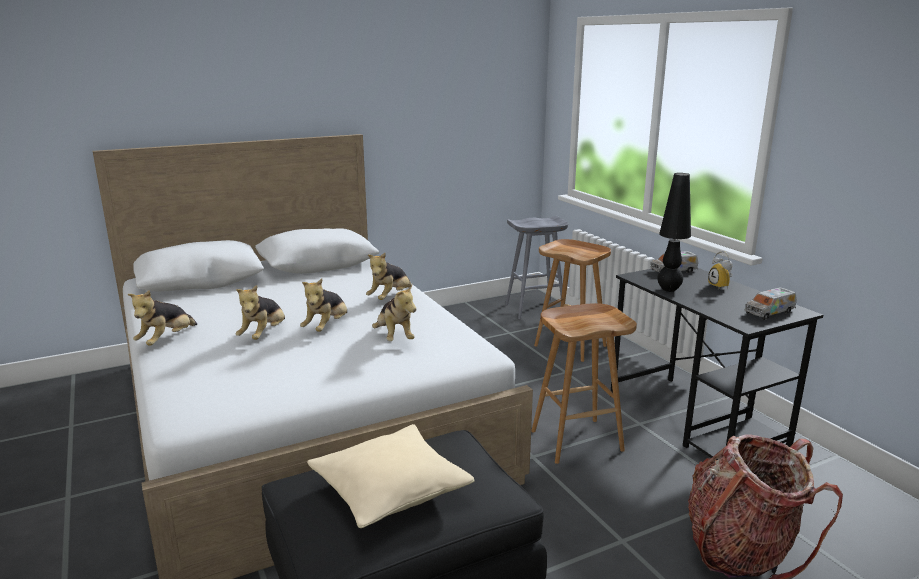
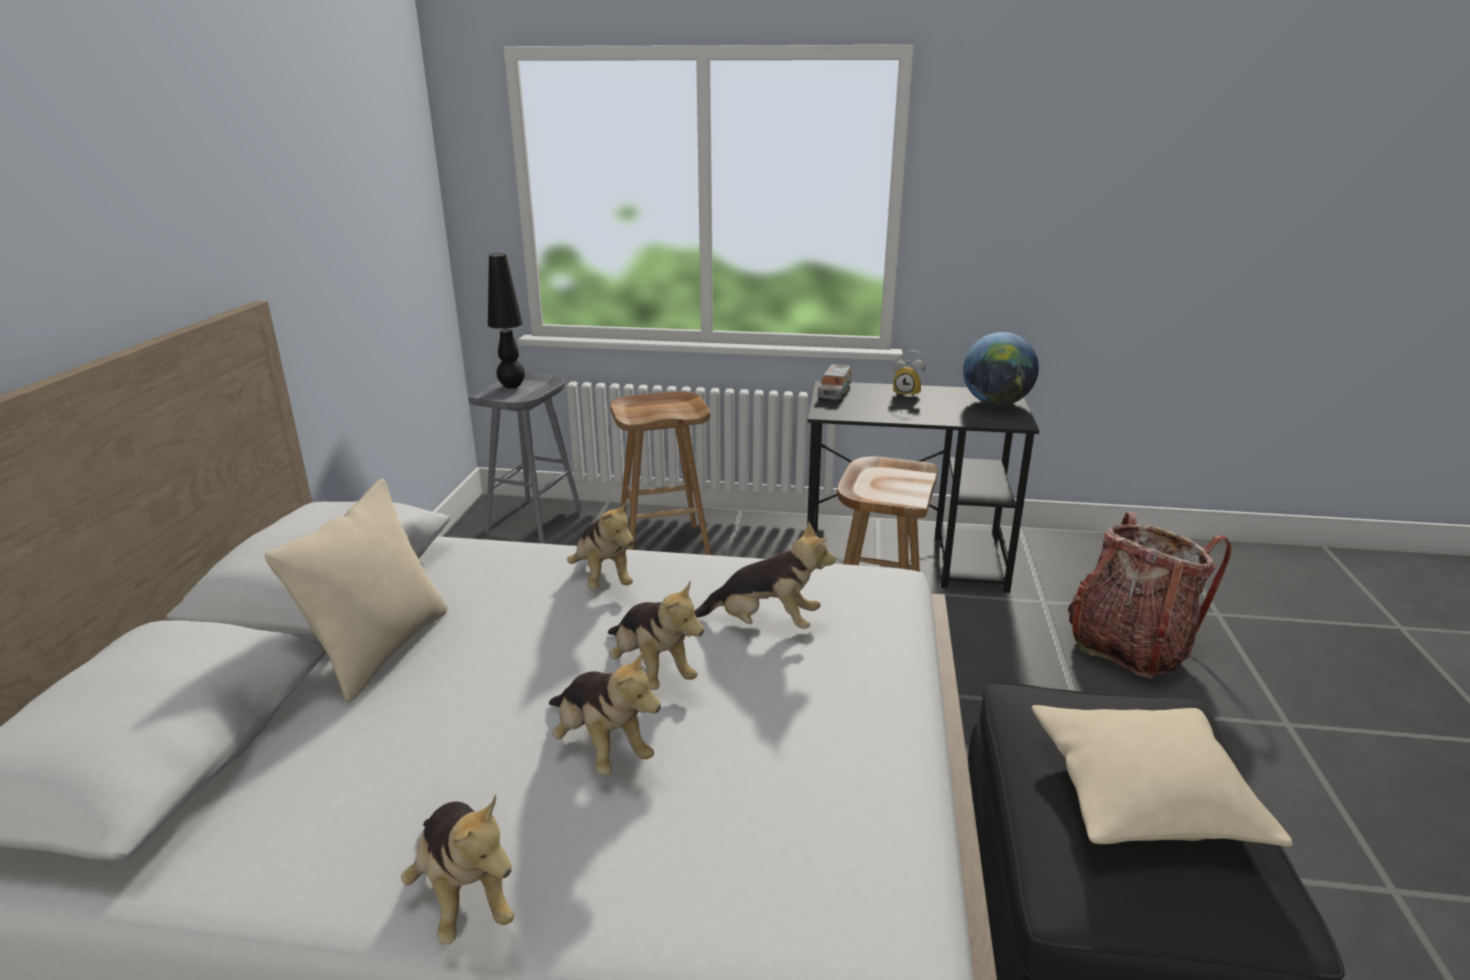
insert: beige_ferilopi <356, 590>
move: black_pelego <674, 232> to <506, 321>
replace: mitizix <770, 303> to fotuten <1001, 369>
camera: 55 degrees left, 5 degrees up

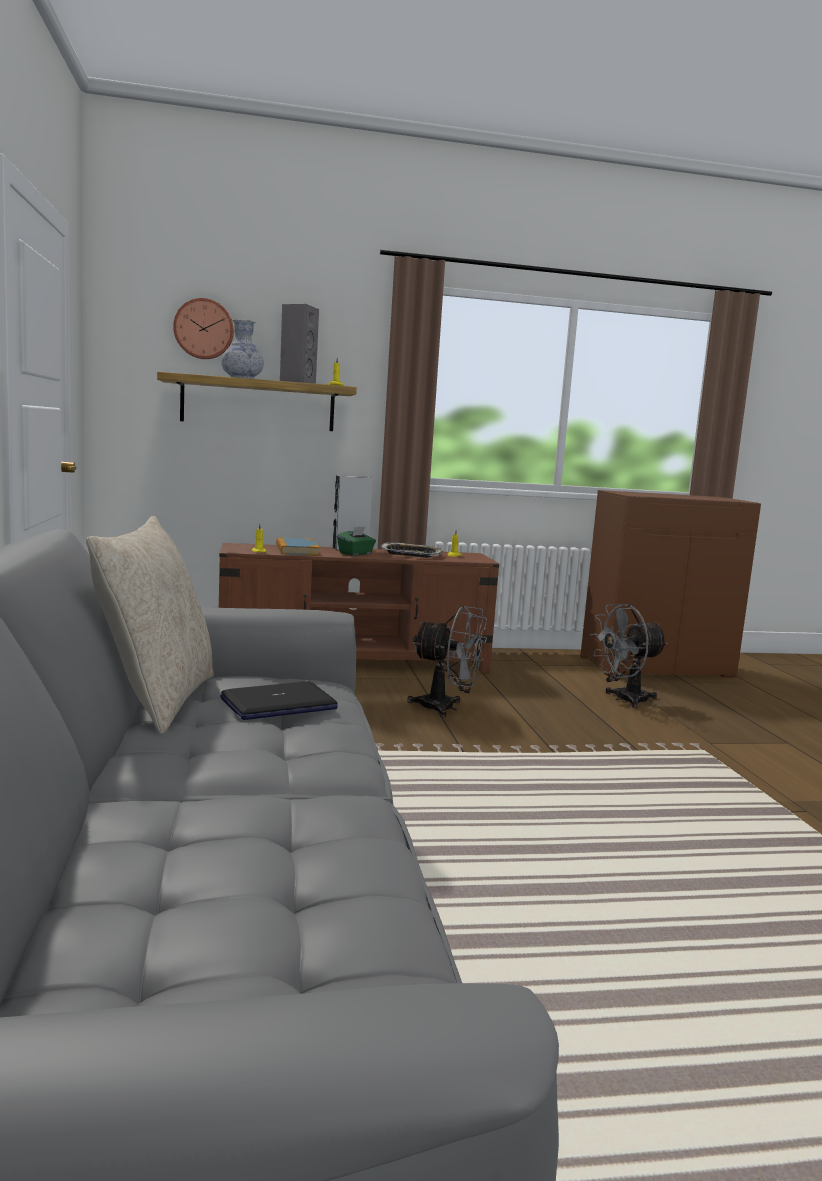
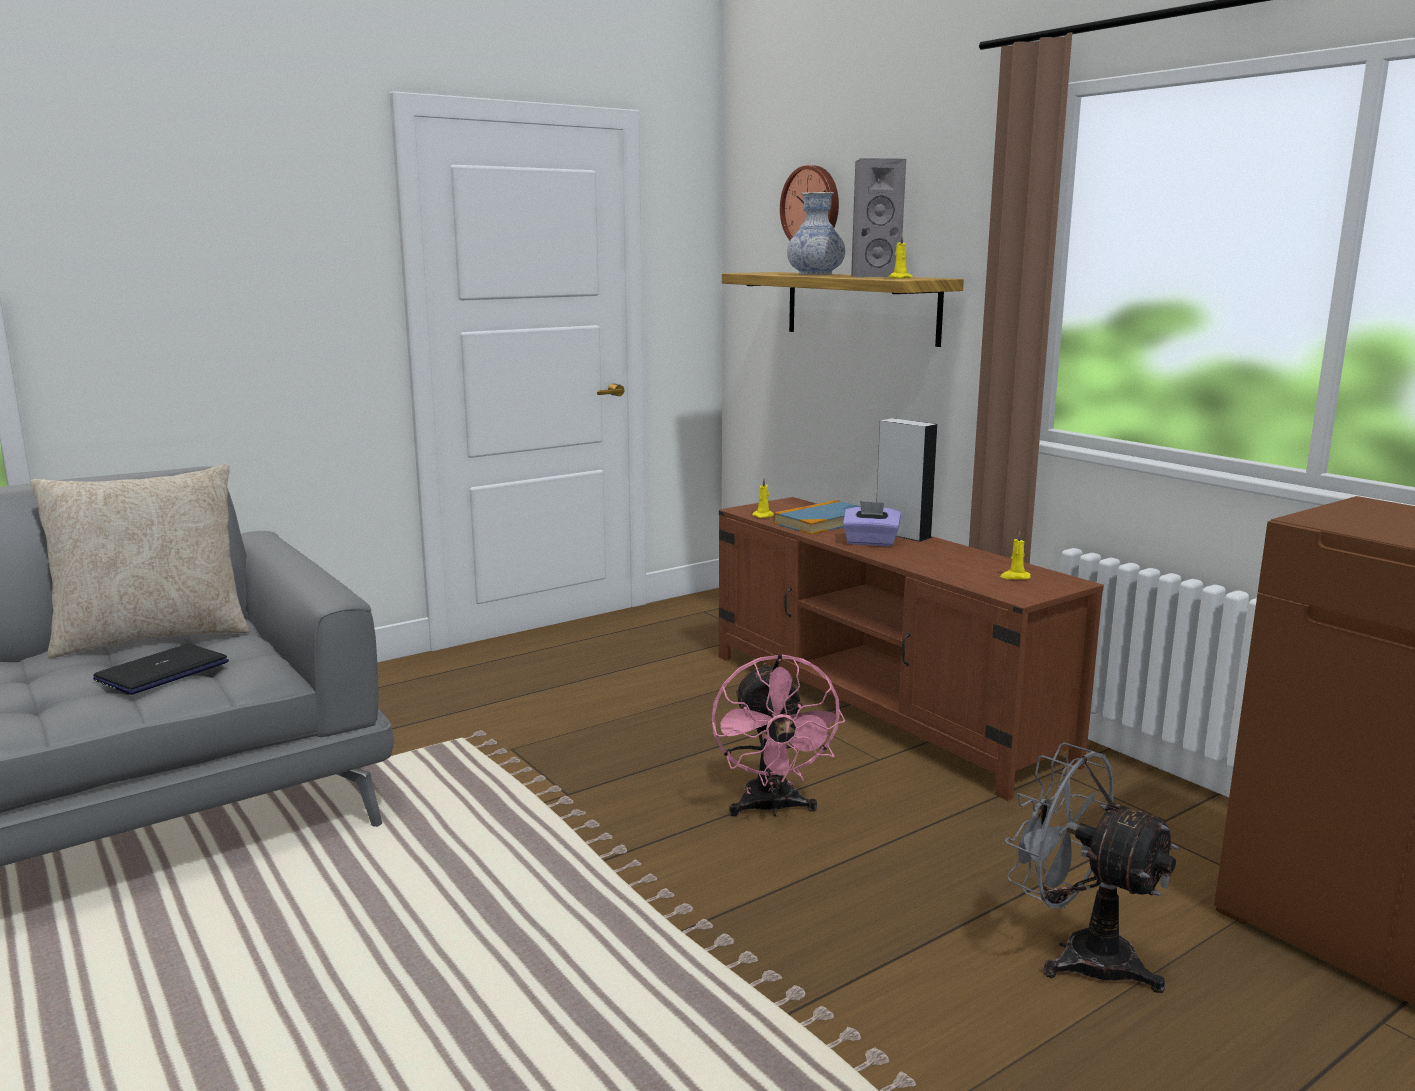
delete: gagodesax <412, 550>
recolor: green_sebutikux <356, 541> to purple_sebutikux <872, 523>; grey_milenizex <447, 662> to pink_milenizex <778, 735>
rotate: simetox <279, 700> = <161, 669> 90 degrees clockwise
camera: 65 degrees right, 5 degrees up

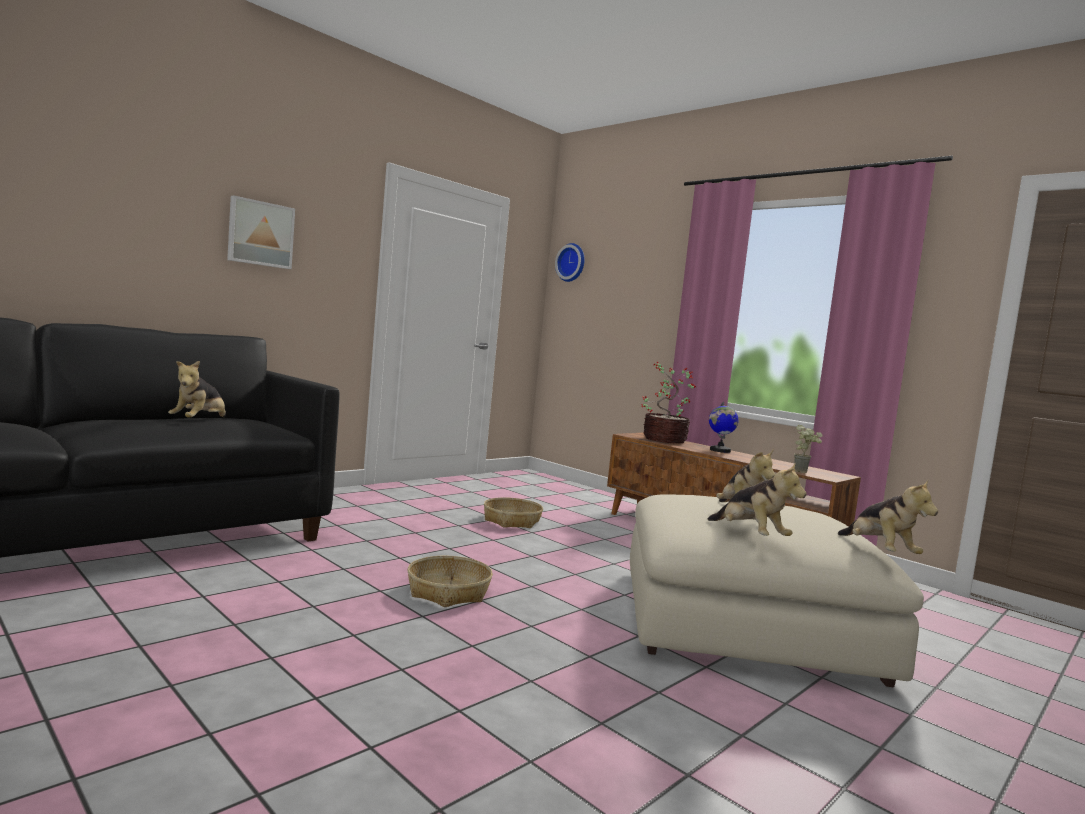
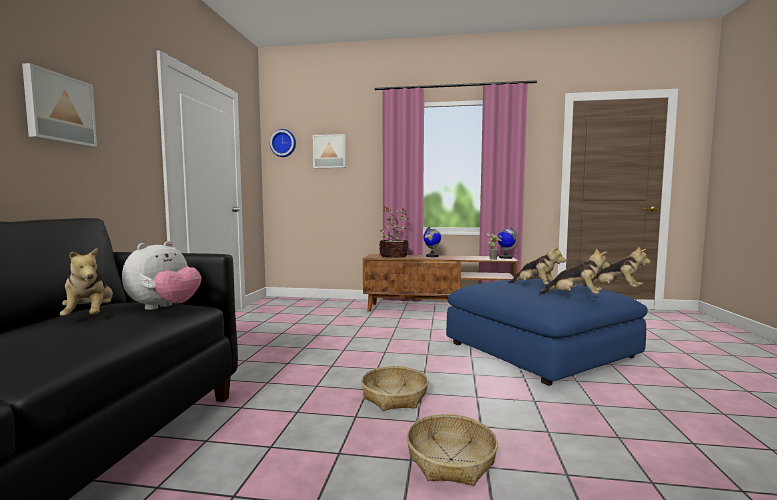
insert: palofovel <162, 275>; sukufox <329, 151>; fotuten <508, 243>
move: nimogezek <513, 512> to <452, 450>
recolor: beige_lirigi <777, 590> to blue_lirigi <546, 332>
camera: 35 degrees left, 0 degrees up

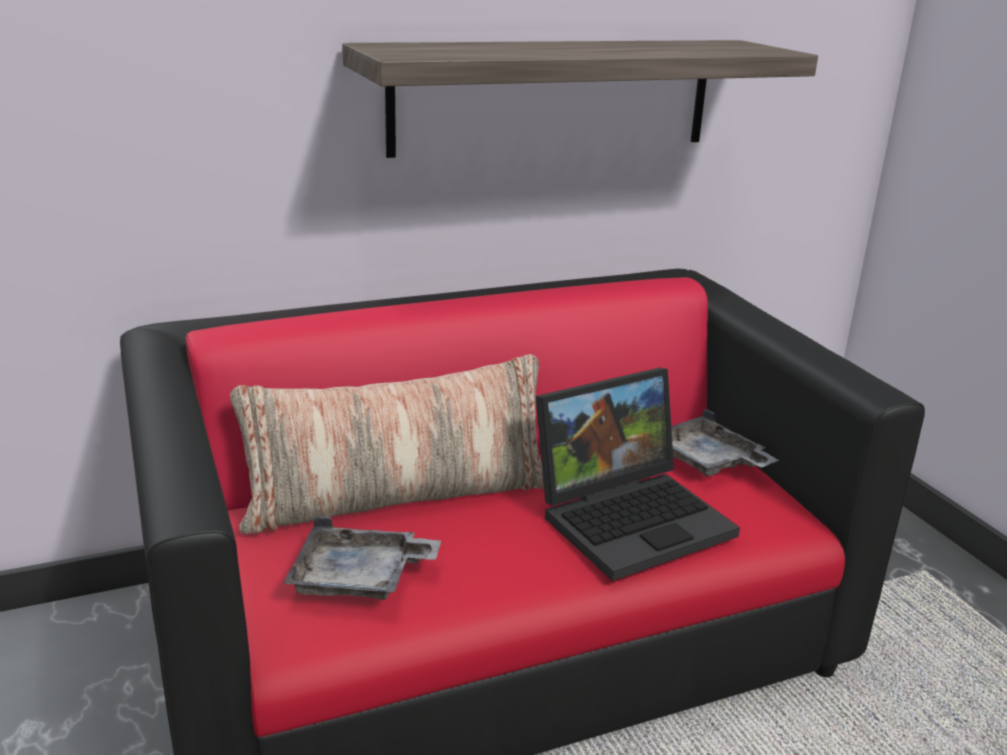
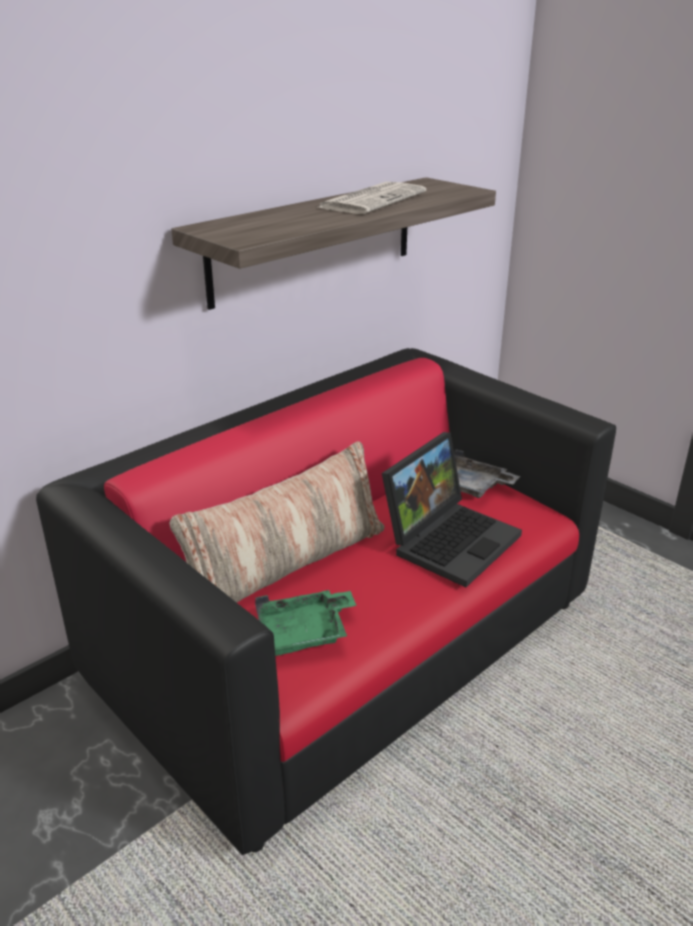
insert: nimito <372, 198>
recolor: grey_gagodesax <362, 558> to green_gagodesax <306, 623>
camera: 20 degrees left, 5 degrees up

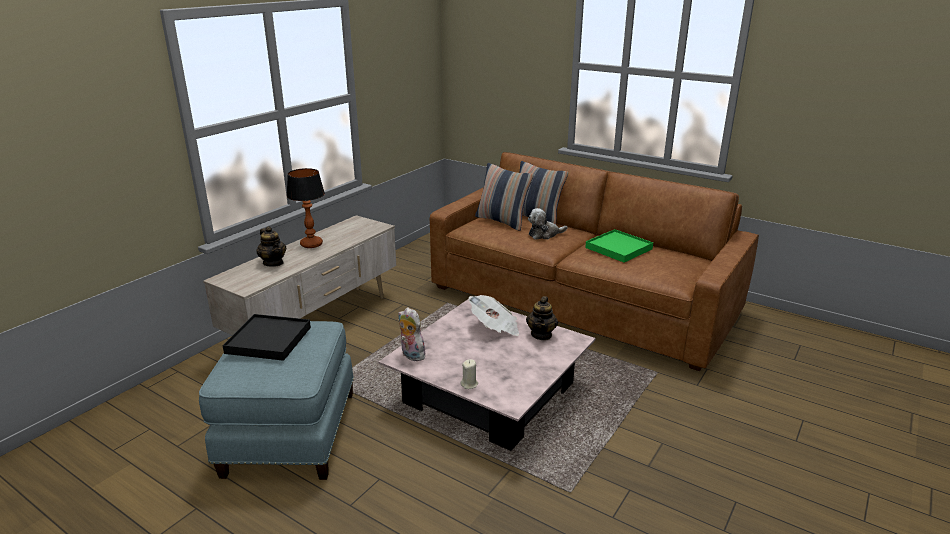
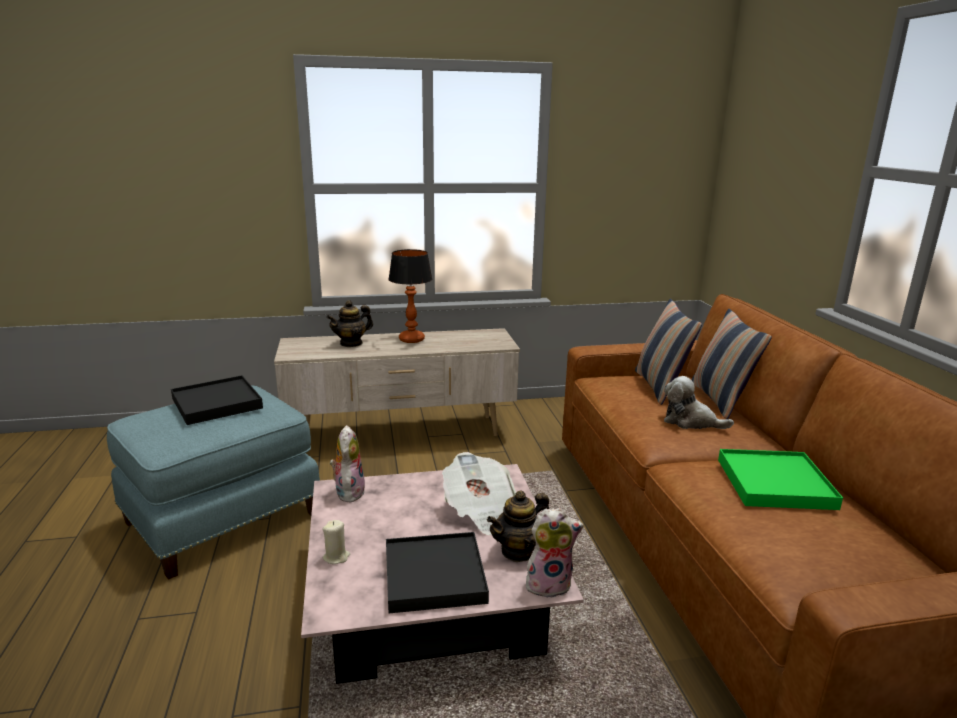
insert: black_gagodesax <437, 572>; palofovel <555, 553>
rotate: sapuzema <271, 246> = <349, 323> 45 degrees clockwise
camera: 45 degrees right, 5 degrees down

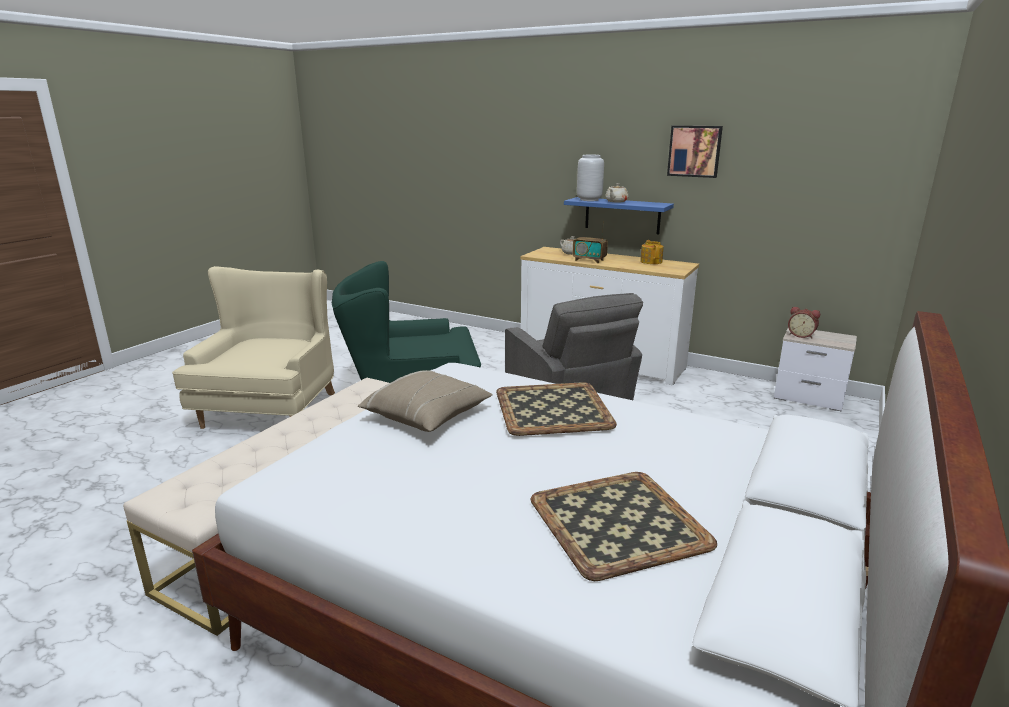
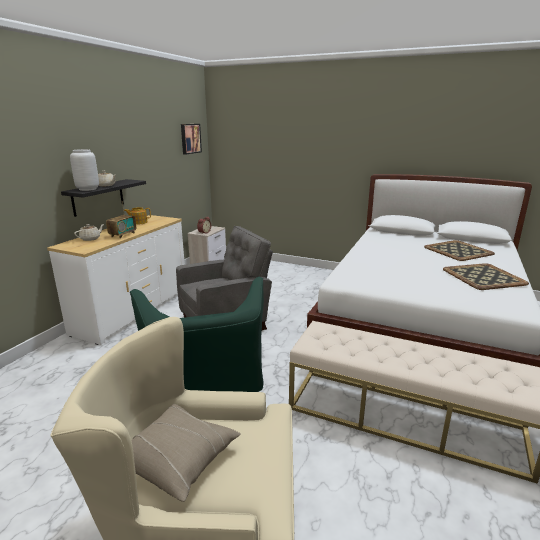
move: beige_ferilopi <425, 401> to <186, 453>; gagodesax <556, 409> to <486, 276>; sukufox <695, 152> to <191, 139>
recolor: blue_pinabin <619, 215> to black_pinabin <103, 198>
camera: 95 degrees left, 0 degrees up

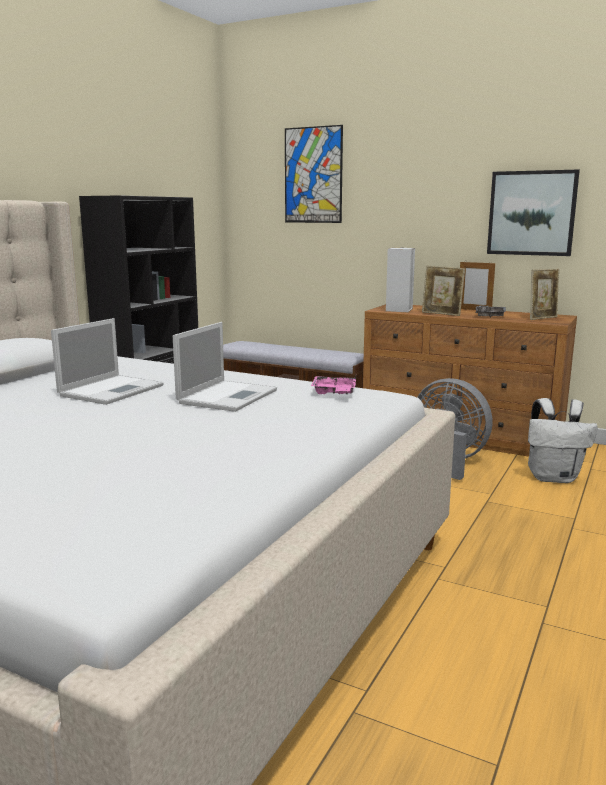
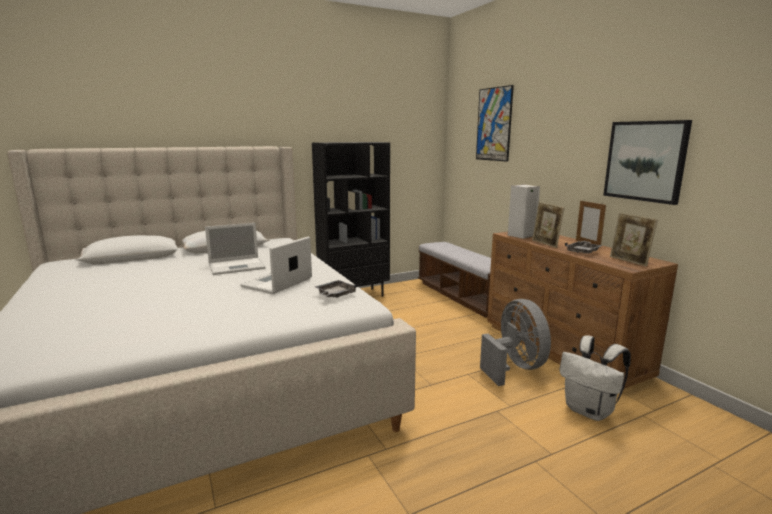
recolor: pink_gagodesax <333, 385> to grey_gagodesax <337, 289>
rotate: simetox <225, 367> = <276, 265> 150 degrees clockwise; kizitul <544, 294> = <634, 239> 60 degrees clockwise
camera: 35 degrees right, 0 degrees up

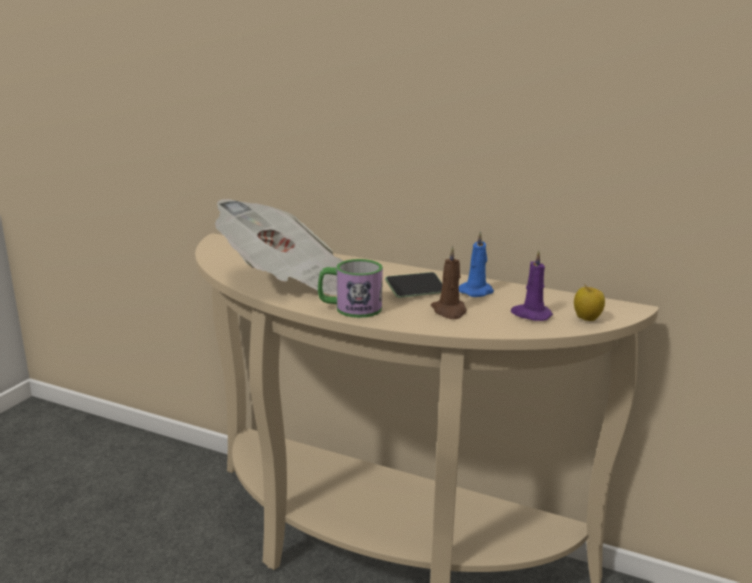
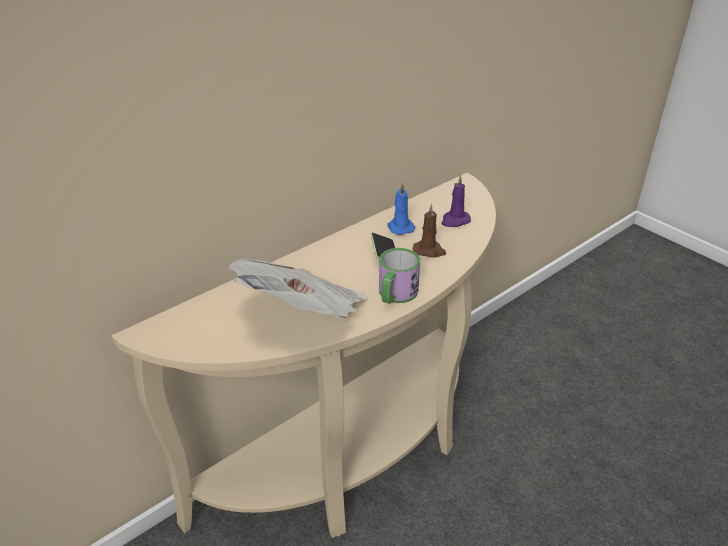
delete: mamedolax <589, 303>
camera: 65 degrees left, 15 degrees up

